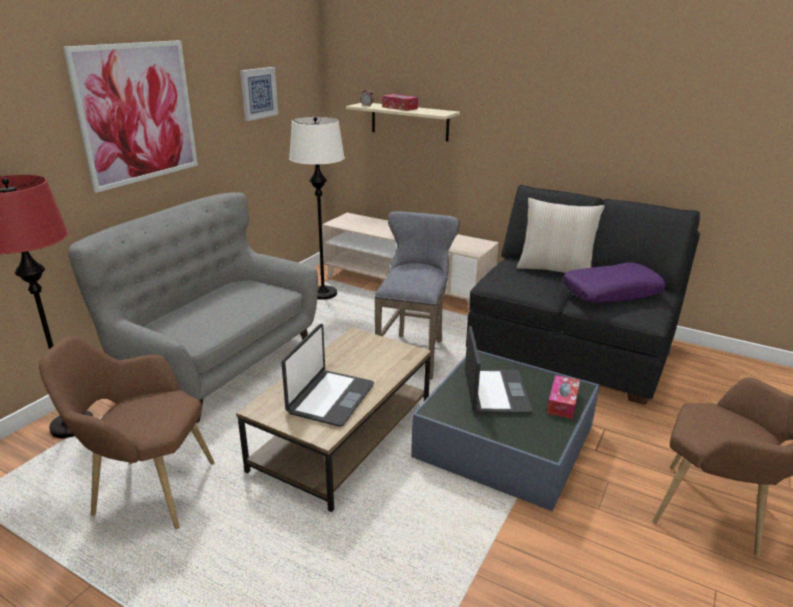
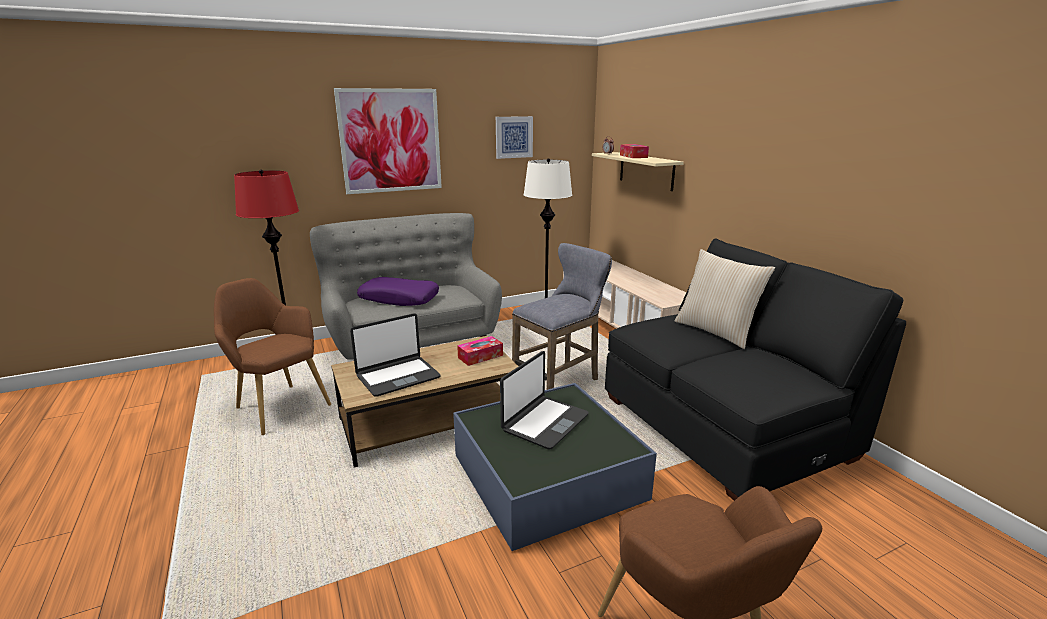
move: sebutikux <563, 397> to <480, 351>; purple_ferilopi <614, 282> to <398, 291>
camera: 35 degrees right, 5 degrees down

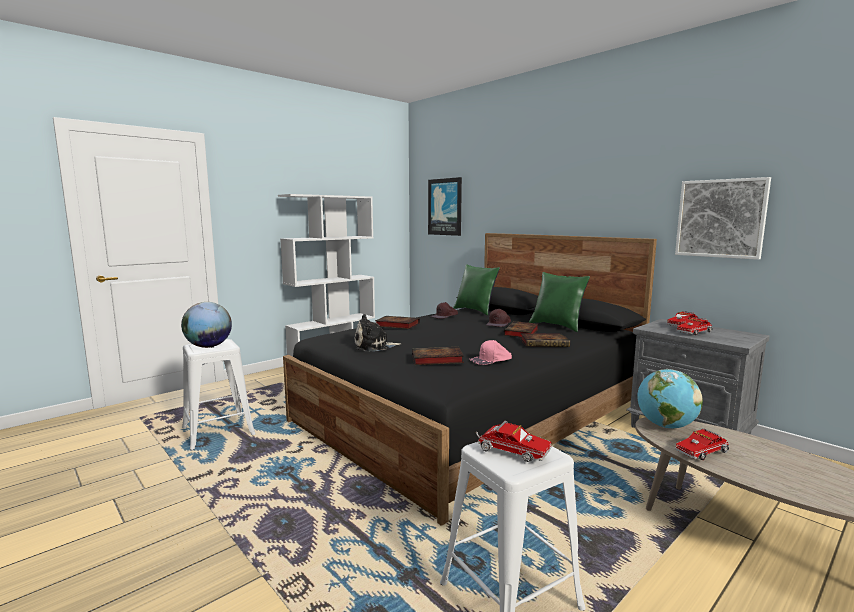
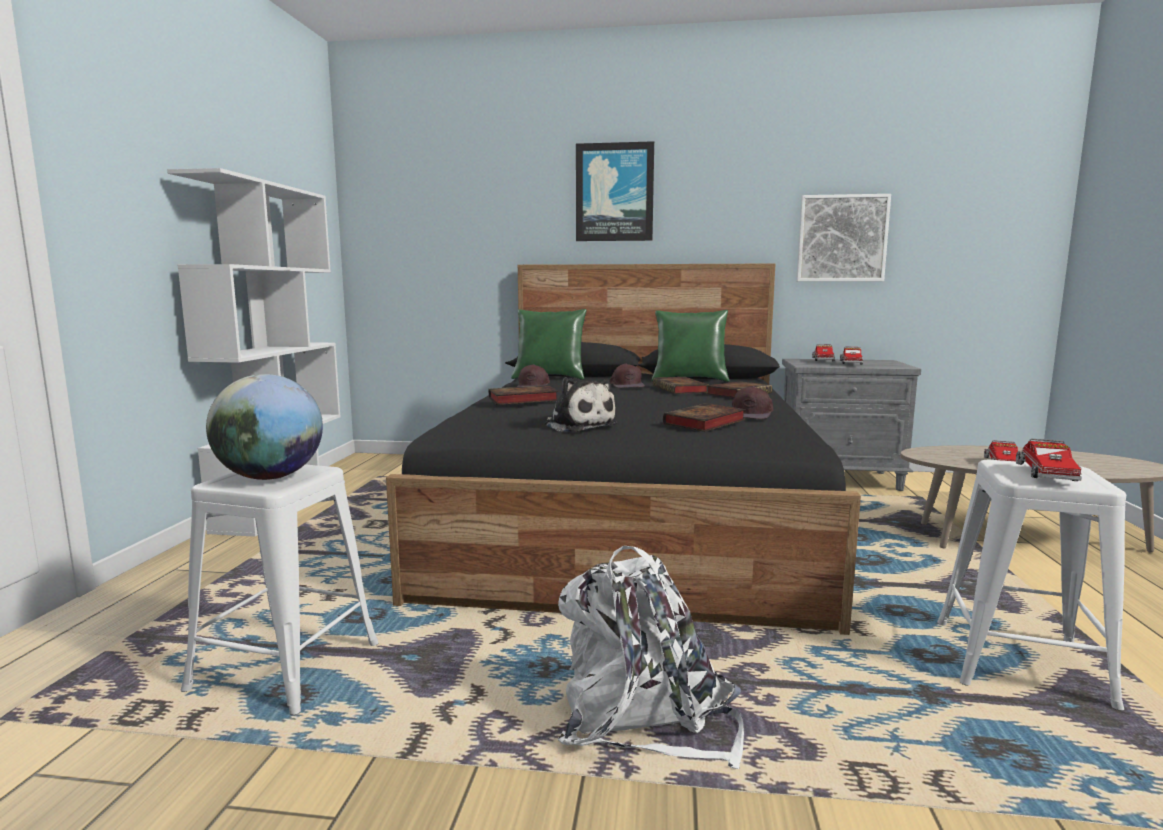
delete: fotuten <670, 398>
insert: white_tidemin <651, 657>
move: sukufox <445, 206> to <615, 191>
recolor: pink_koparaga <490, 352> to brown_koparaga <753, 402>
rotate: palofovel <378, 333> = <581, 405> 75 degrees counterclockwise; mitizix <514, 441> = <1049, 460> 120 degrees clockwise
camera: 40 degrees left, 0 degrees up

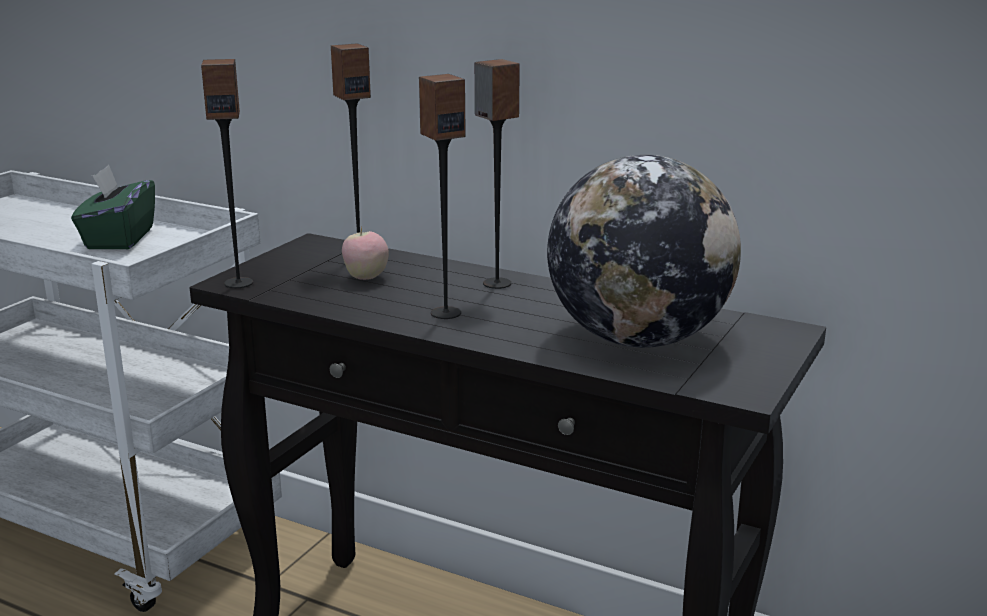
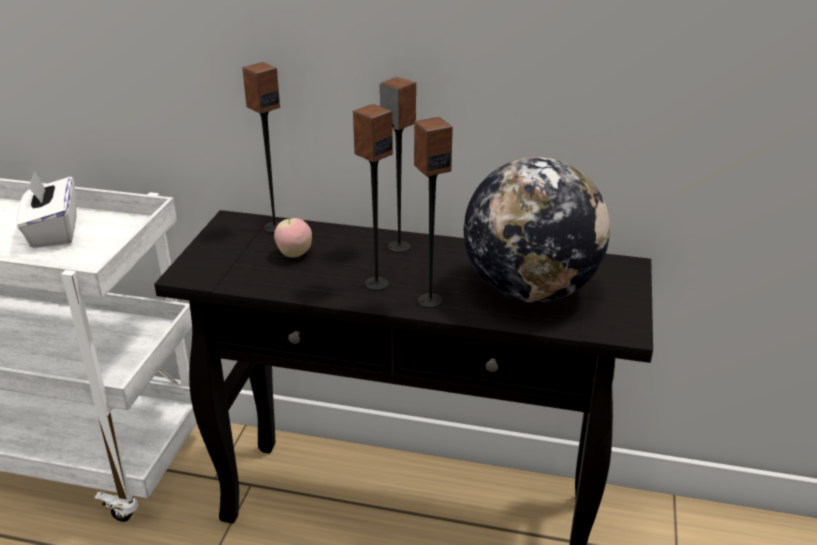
move: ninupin <227, 173> to <433, 212>
recolor: green_sebutikux <113, 207> to white_sebutikux <46, 209>
camera: 15 degrees left, 10 degrees up

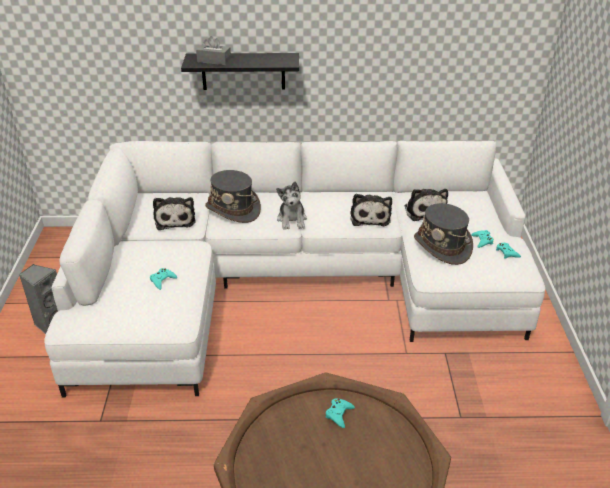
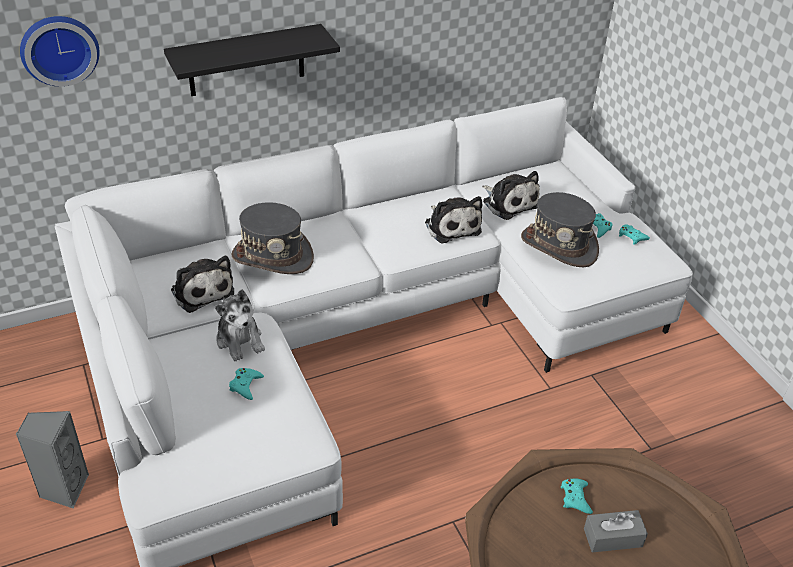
insert: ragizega <60, 51>
move: grey_sebutikux <213, 50> to <616, 531>; palofovel <291, 205> to <240, 325>
camera: 25 degrees left, 5 degrees up

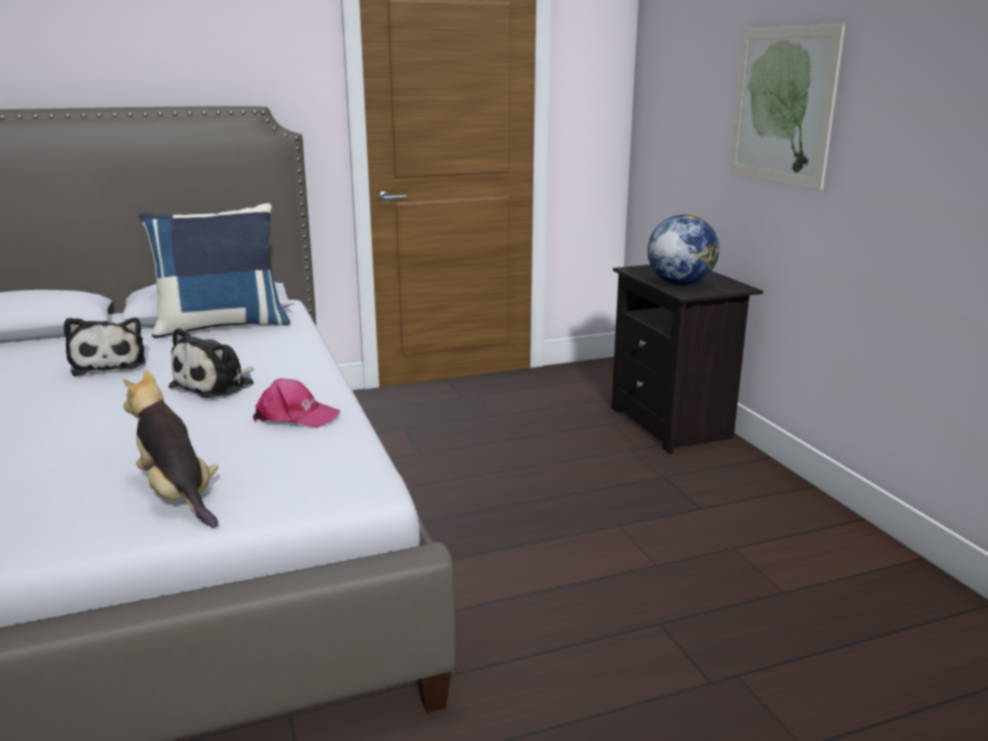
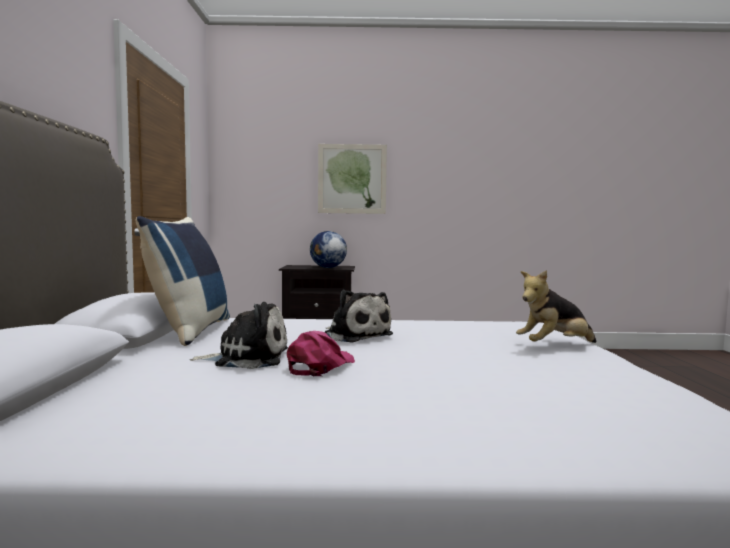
move: pink_koparaga <296, 402> to <321, 353>
camera: 70 degrees left, 15 degrees down

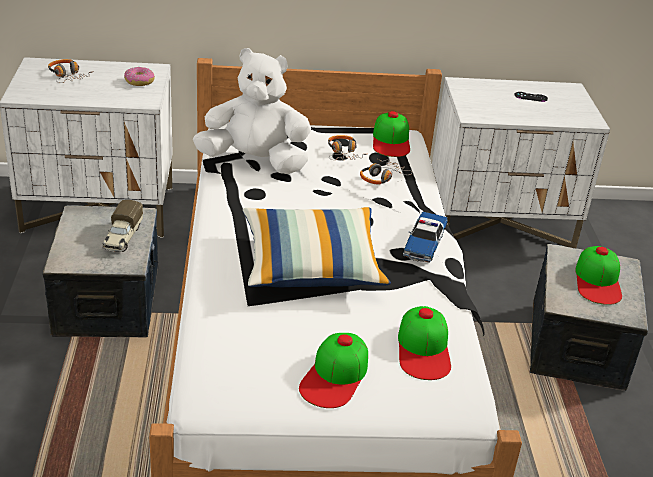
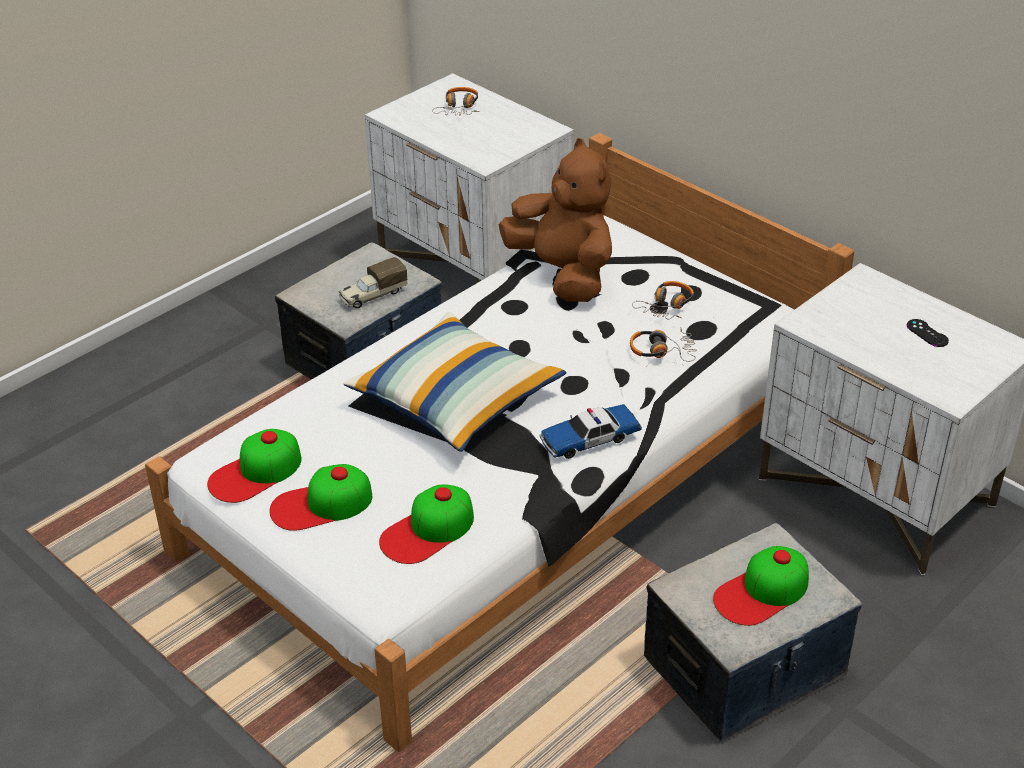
delete: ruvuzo <139, 76>
move: koparaga <391, 134> to <254, 466>
recolor: white_palofovel <252, 111> to brown_palofovel <555, 220>
camera: 50 degrees right, 5 degrees up

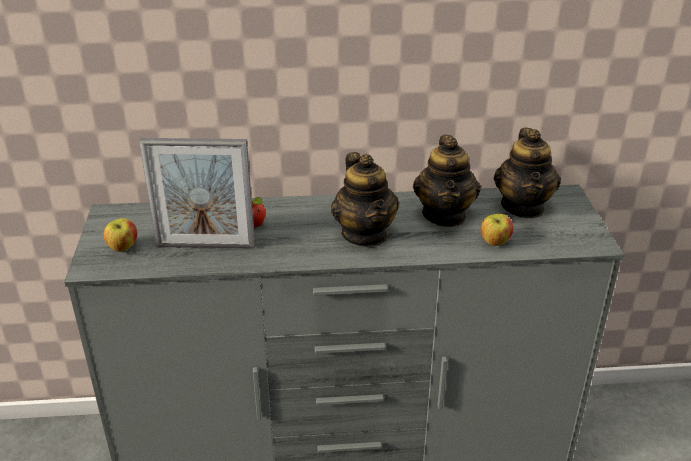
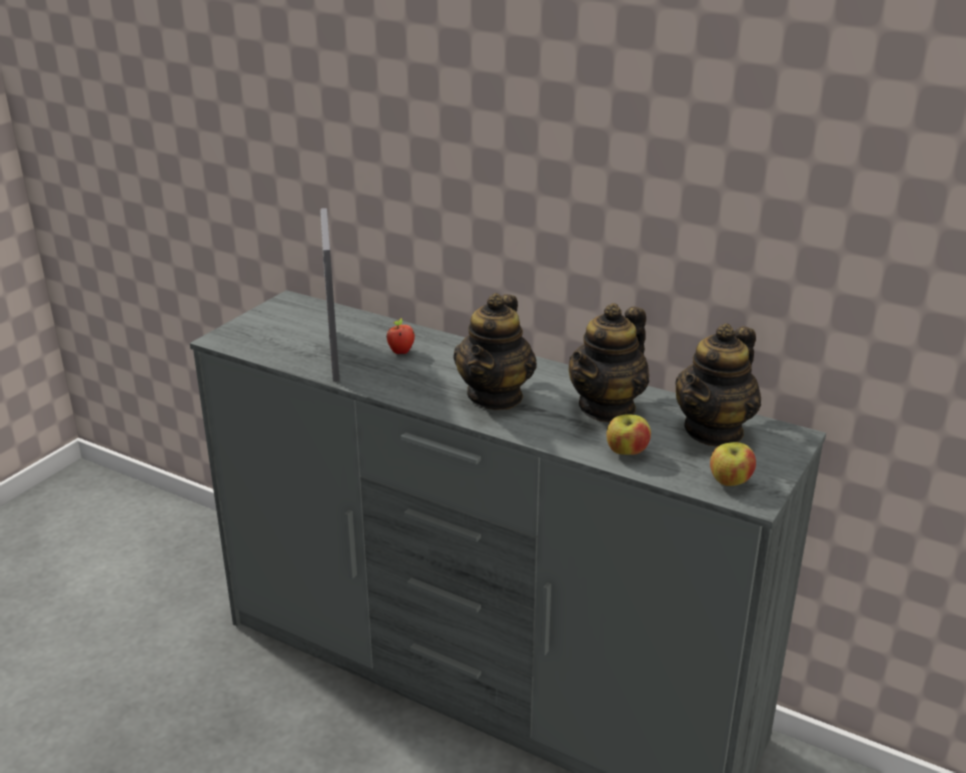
move: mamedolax <120, 235> to <733, 464>
rotate: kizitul <197, 193> = <330, 295> 45 degrees clockwise
camera: 35 degrees right, 5 degrees down

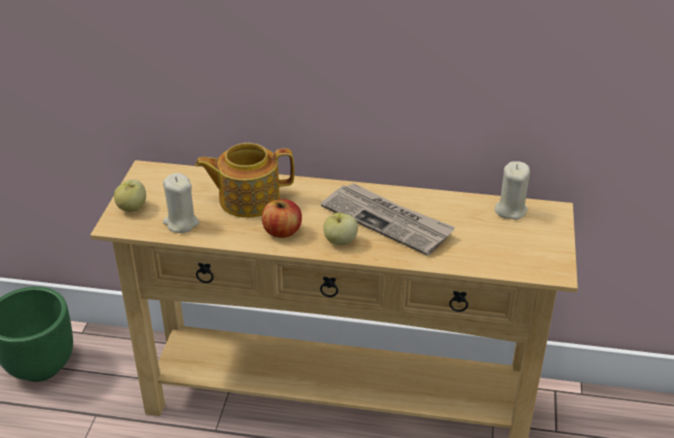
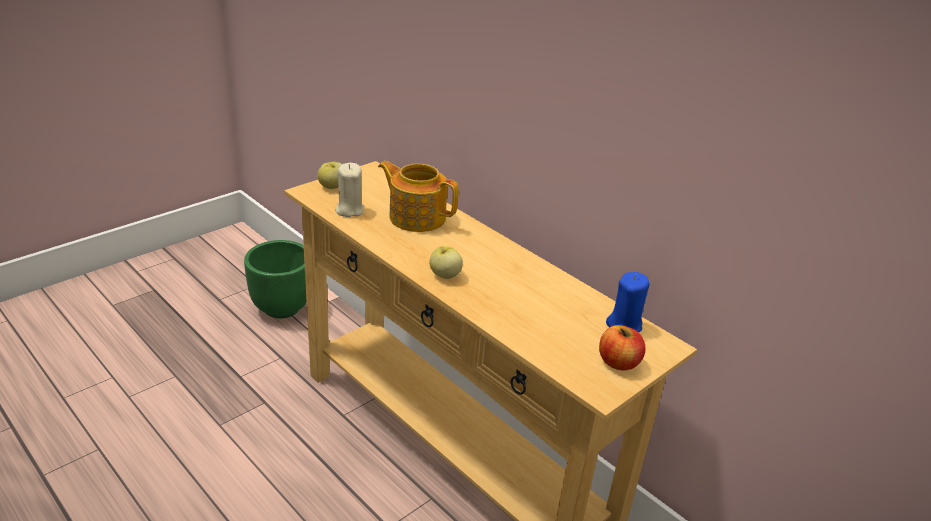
delete: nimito <388, 219>
move: mamedolax <282, 218> to <622, 347>
recolor: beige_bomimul <512, 190> to blue_bomimul <628, 302>
camera: 35 degrees right, 5 degrees down

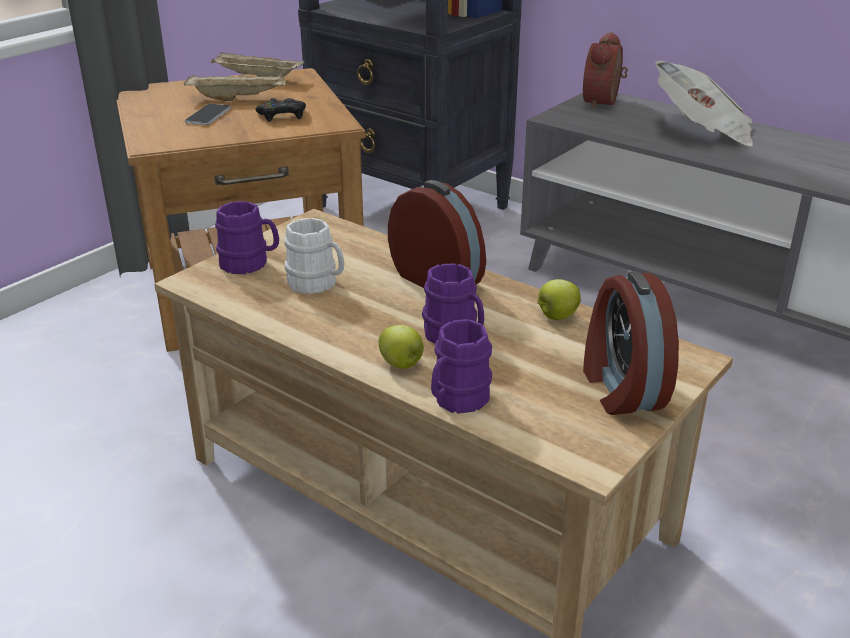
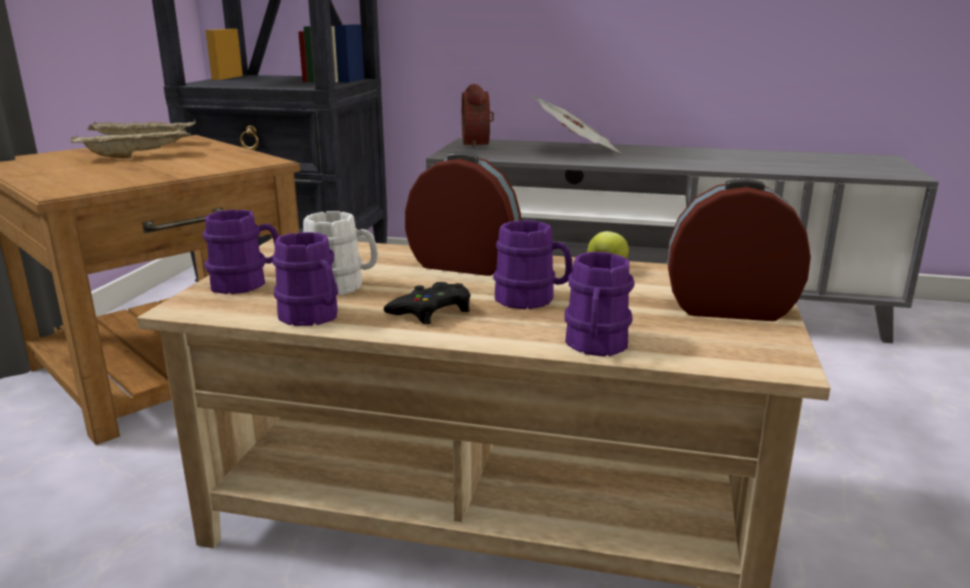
delete: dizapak <208, 114>; mamedolax <401, 347>
insert: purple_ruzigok <305, 279>
move: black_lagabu <281, 110> to <427, 303>
rotate: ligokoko <631, 343> = <739, 250> 135 degrees clockwise
camera: 25 degrees left, 10 degrees down

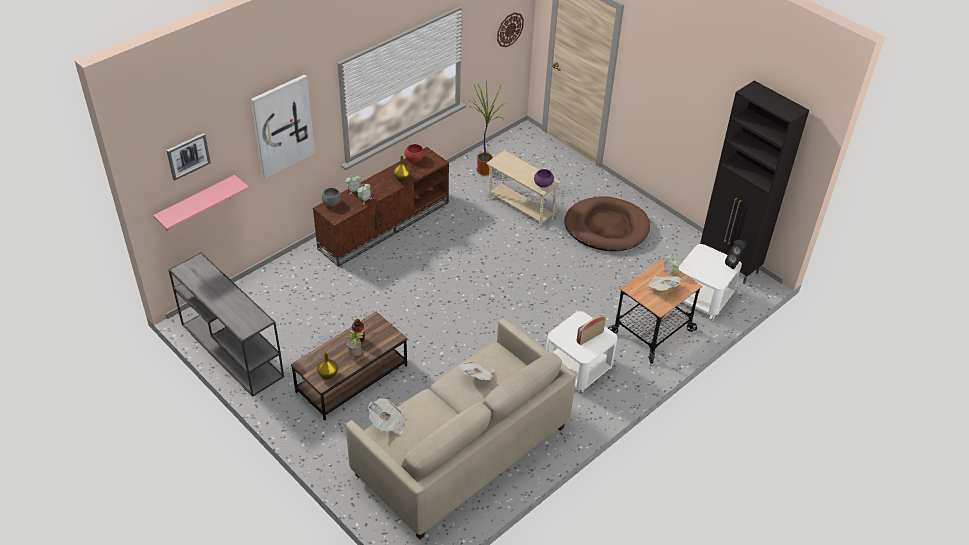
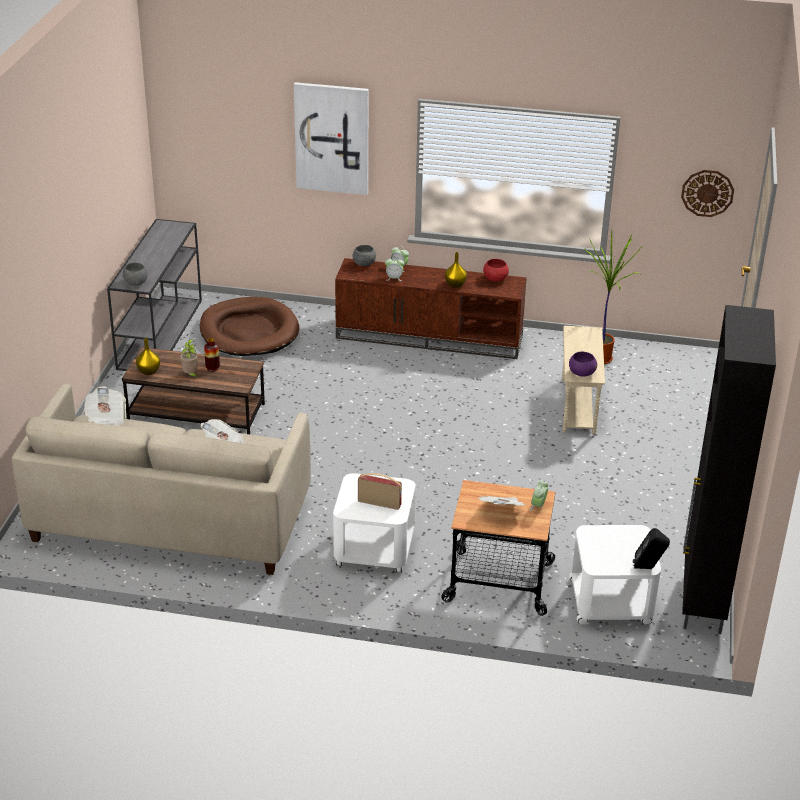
delete: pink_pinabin <201, 202>; sukufox <189, 157>
insert: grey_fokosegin <135, 274>
move: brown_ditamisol <607, 224> to <249, 326>
camera: 55 degrees right, 10 degrees down

